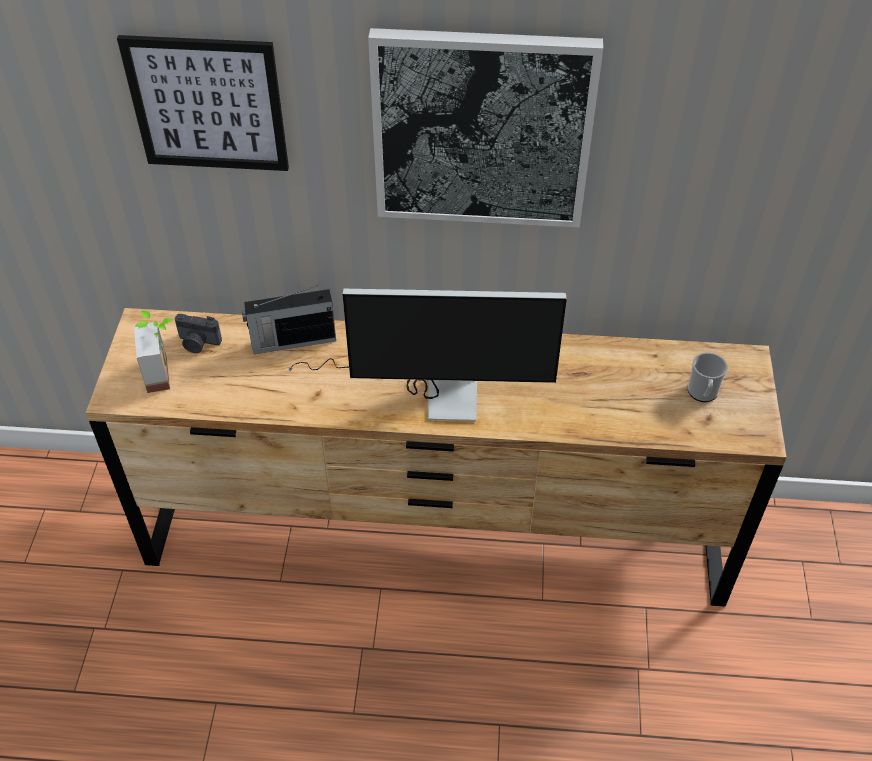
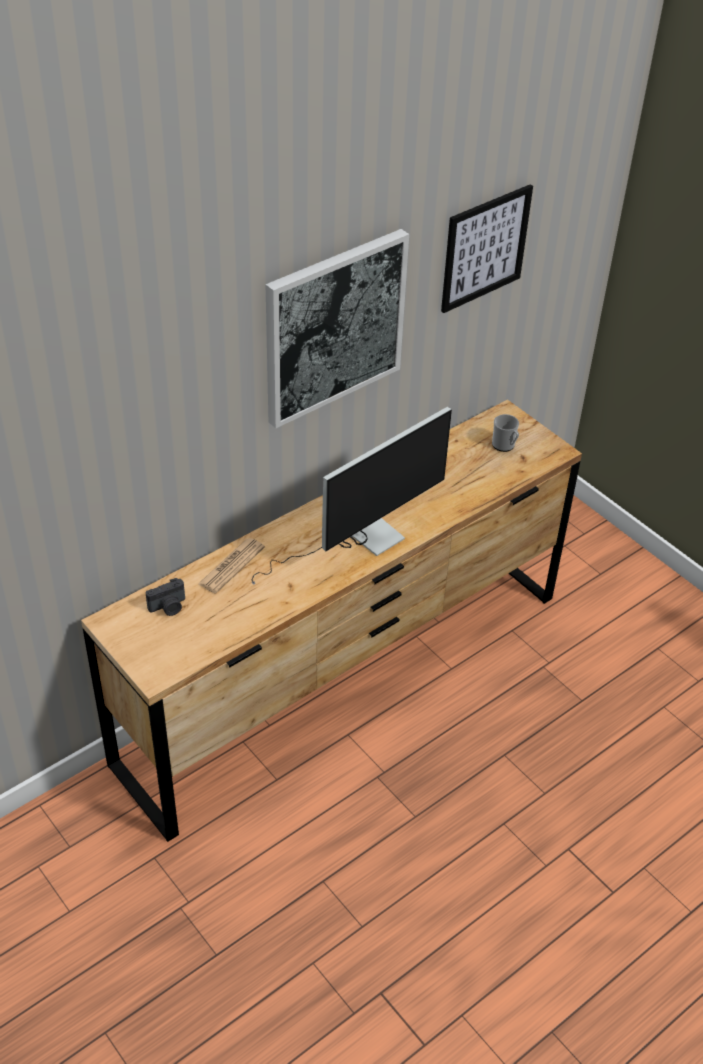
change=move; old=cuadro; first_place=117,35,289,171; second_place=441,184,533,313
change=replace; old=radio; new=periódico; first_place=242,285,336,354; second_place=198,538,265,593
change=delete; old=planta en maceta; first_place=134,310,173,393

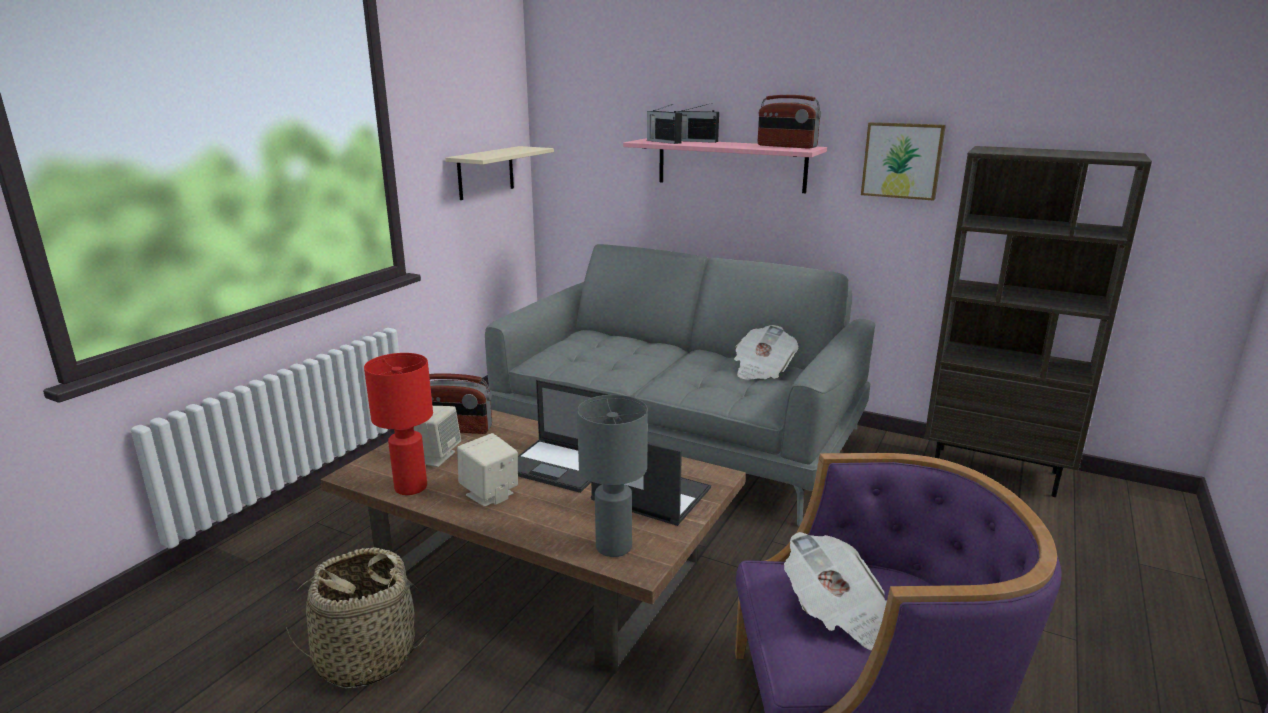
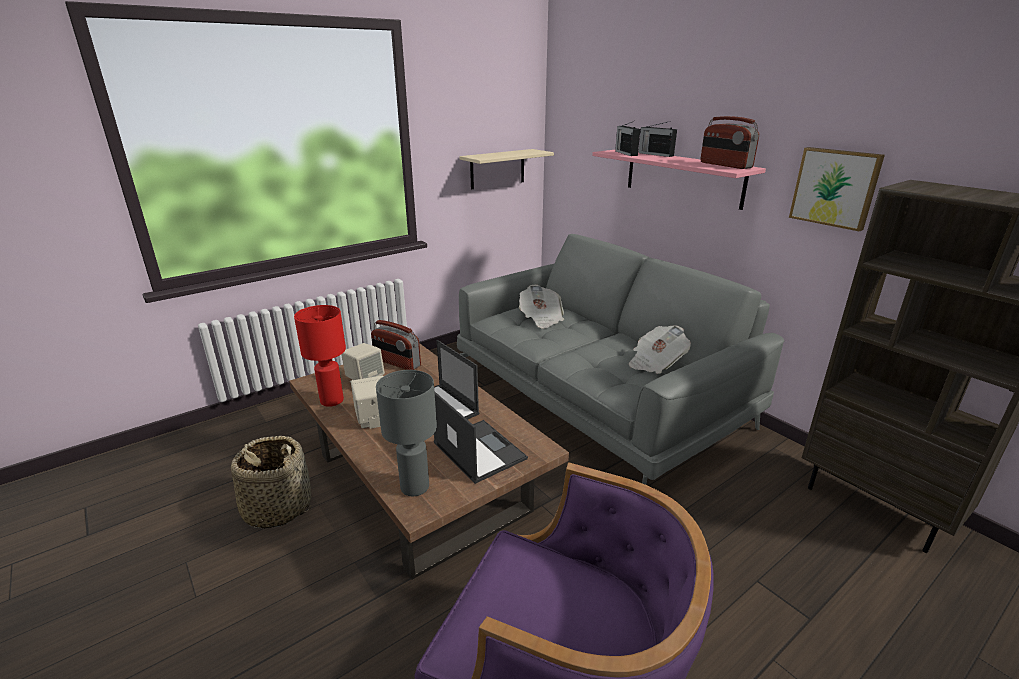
change=move; old=periódico; first_place=784,532,887,651; second_place=519,285,564,329

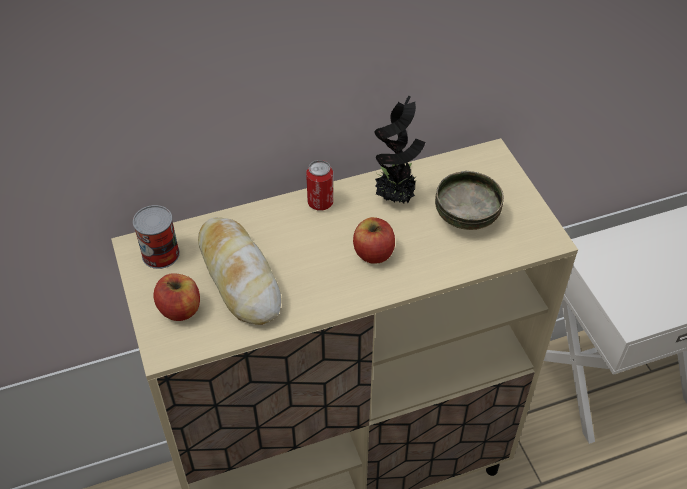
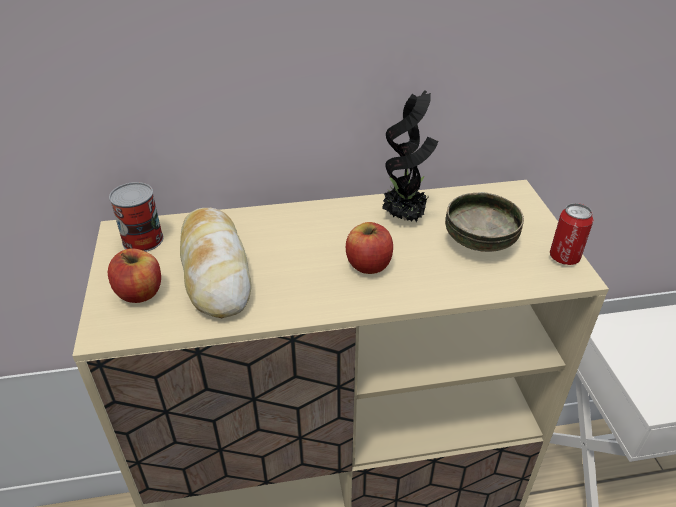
change=move; old=lata; first_place=306,160,333,210; second_place=550,203,593,265

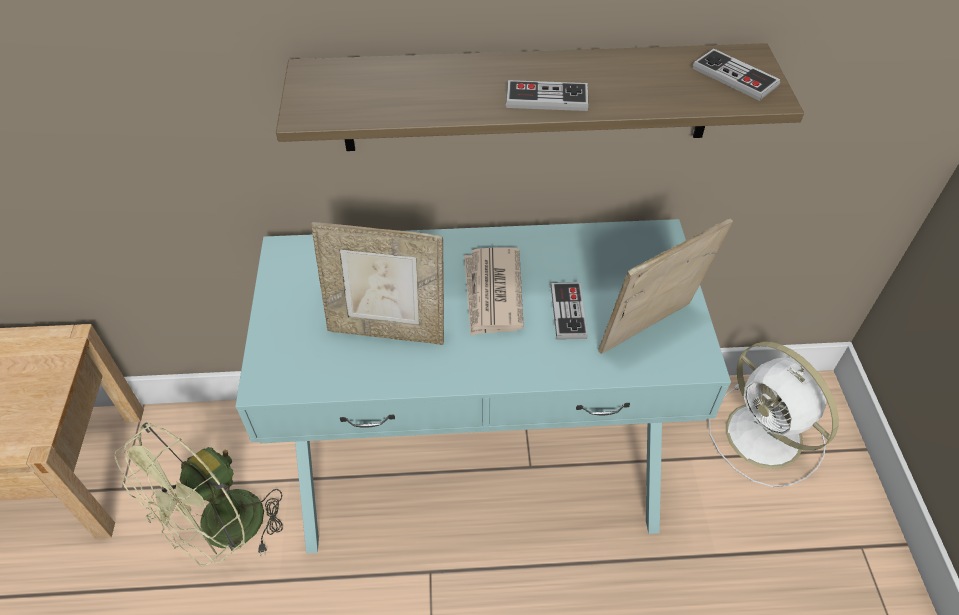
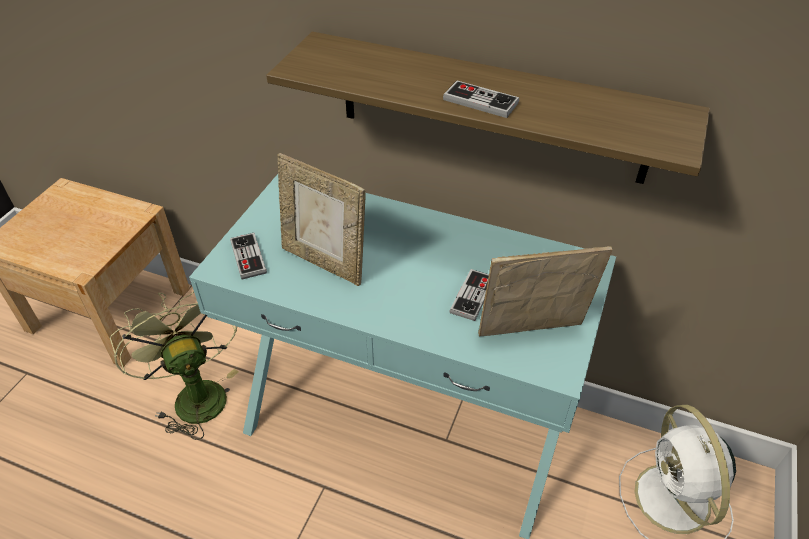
change=move; old=mando de consola; first_place=693,48,780,101; second_place=230,233,267,279
change=delete; old=periódico; first_place=464,248,524,336
change=rotate; old=ventilador/verde; first_place=114,423,283,566; second_place=110,291,238,440; degrees=90

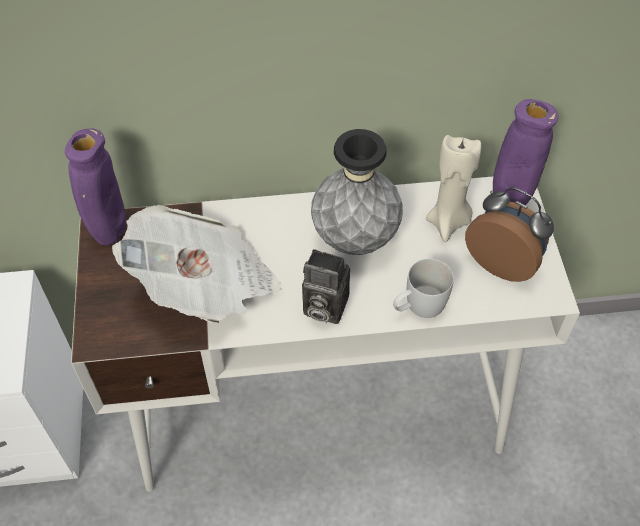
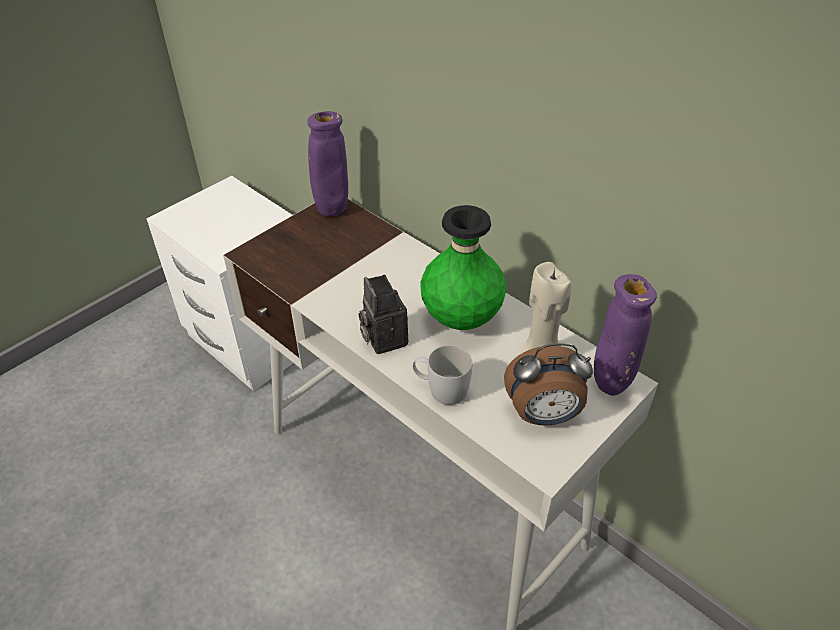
change=recolor; old=florero/gris; new=florero/verde; first_place=311,129,403,255; second_place=420,205,506,330
change=rotate; old=despertador; first_place=465,188,554,282; second_place=504,343,593,425; degrees=90
change=delete; old=periódico; first_place=112,205,282,323

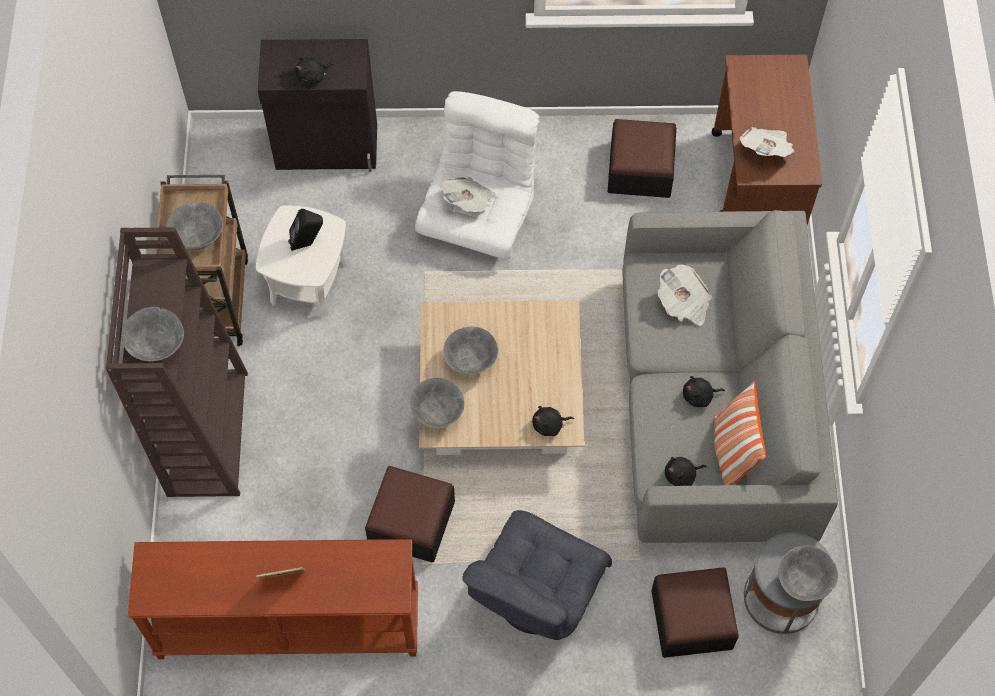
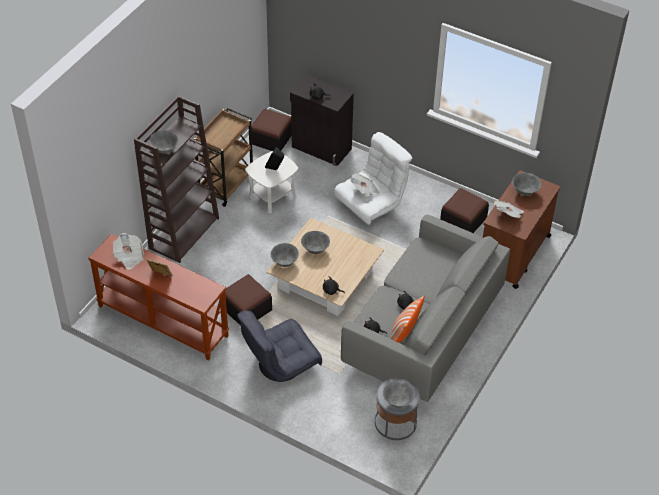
change=move; old=cuenco/gris; first_place=166,202,223,250; second_place=512,173,541,196
change=move; old=periódico; first_place=657,265,712,326; second_place=113,233,144,270
change=move; old=puf; first_place=651,567,739,658; second_place=251,109,292,151

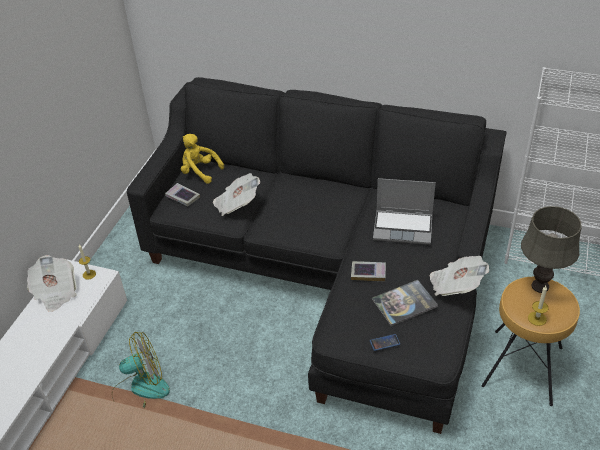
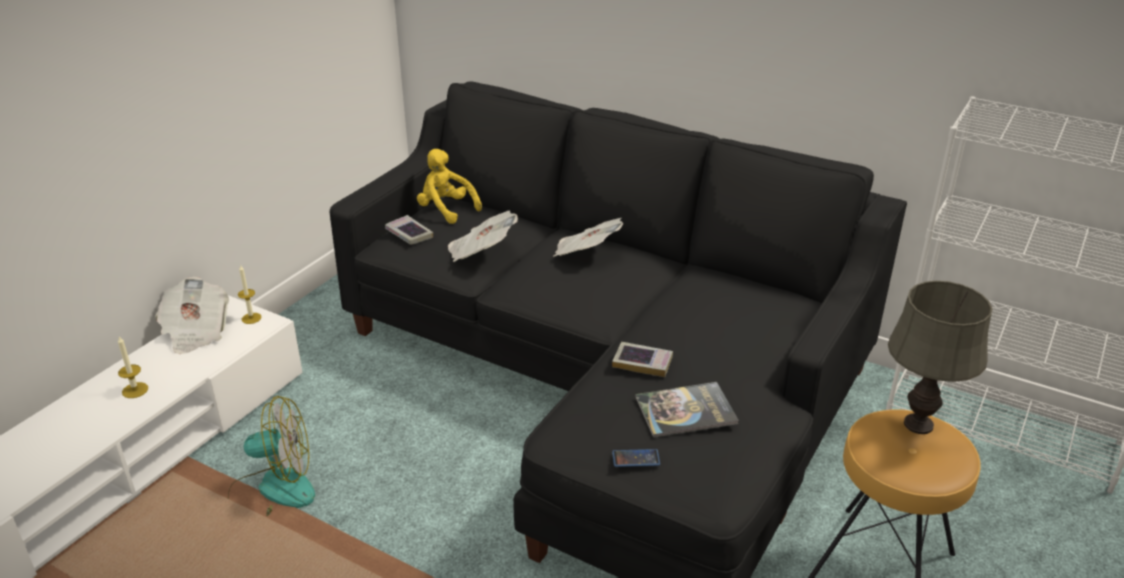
change=delete; old=portátil; first_place=373,178,436,245
change=move; old=periódico; first_place=429,256,489,296; second_place=553,218,623,257
change=move; old=vela; first_place=528,286,548,326; second_place=118,337,148,398

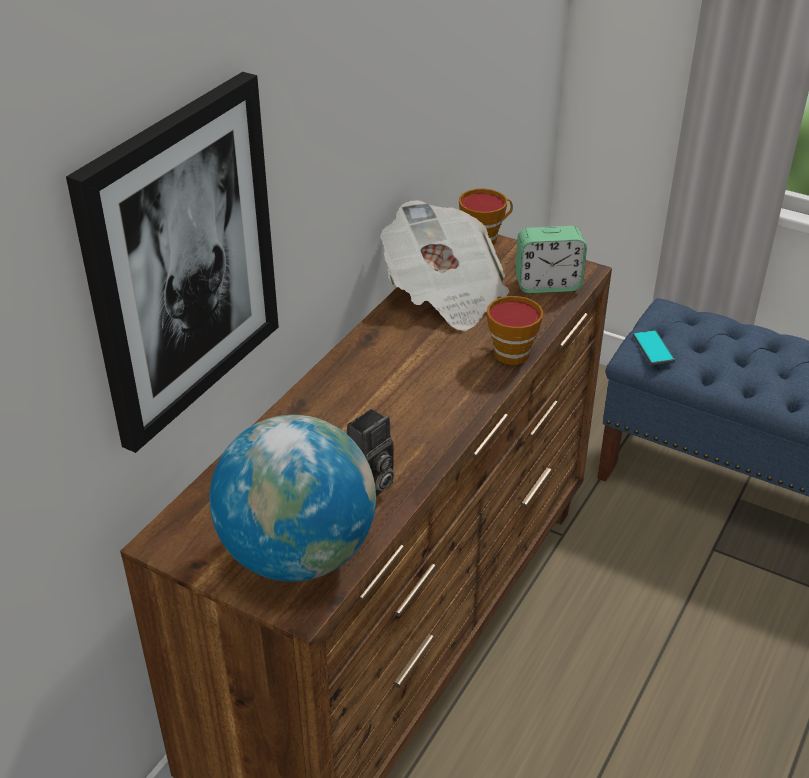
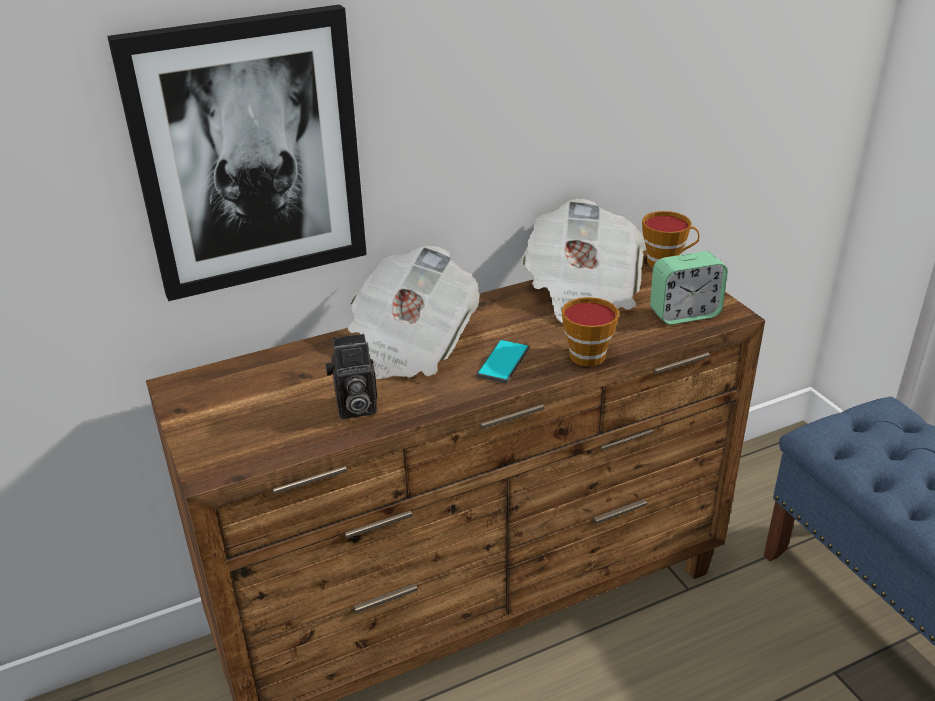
change=rotate; old=despertador; first_place=515,226,587,293; second_place=650,251,728,325; degrees=-45
change=move; old=móvil; first_place=633,330,675,365; second_place=477,340,529,383
change=delete; old=globo terráqueo; first_place=210,415,376,582
change=insert; new=periódico; second_place=348,246,480,379

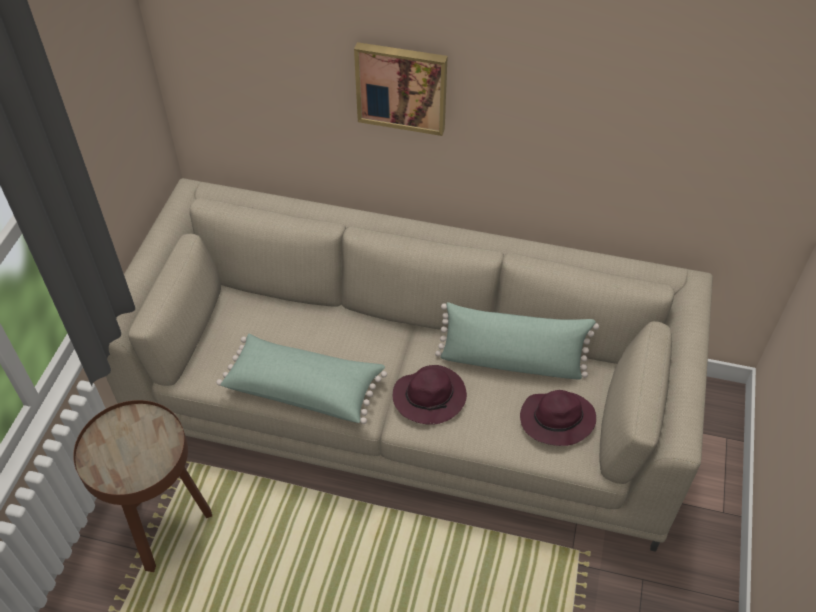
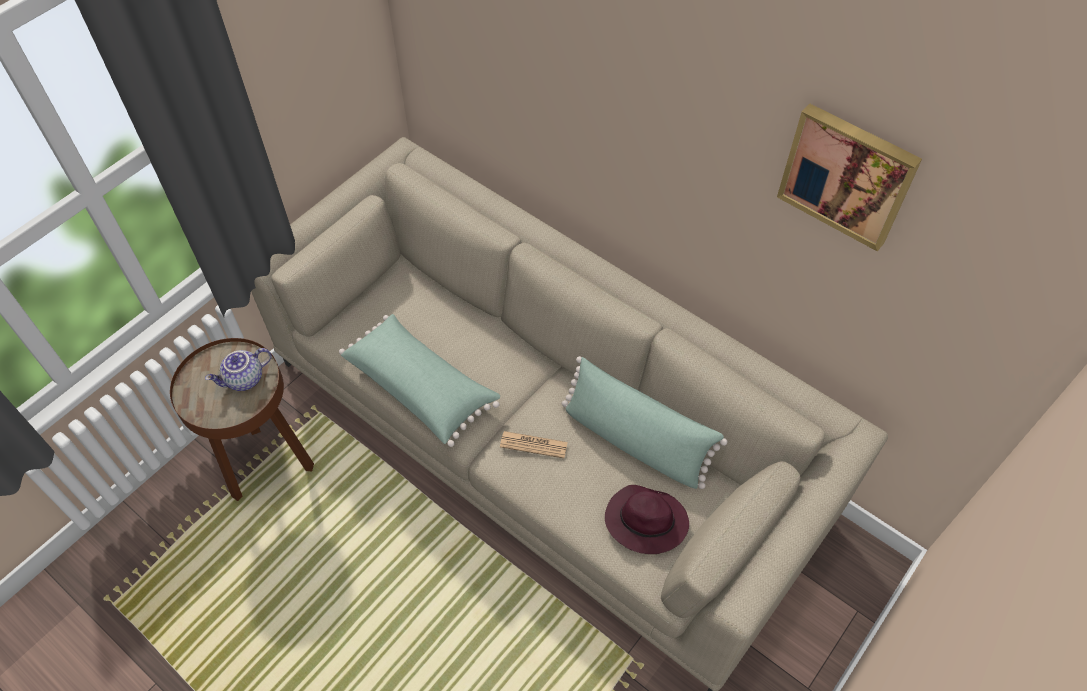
change=move; old=cuadro; first_place=354,42,448,136; second_place=777,103,922,252
change=replace; old=sombrero/morado; new=periódico; first_place=393,365,467,425; second_place=500,431,568,458
change=insert; new=tetera; second_place=205,348,272,391

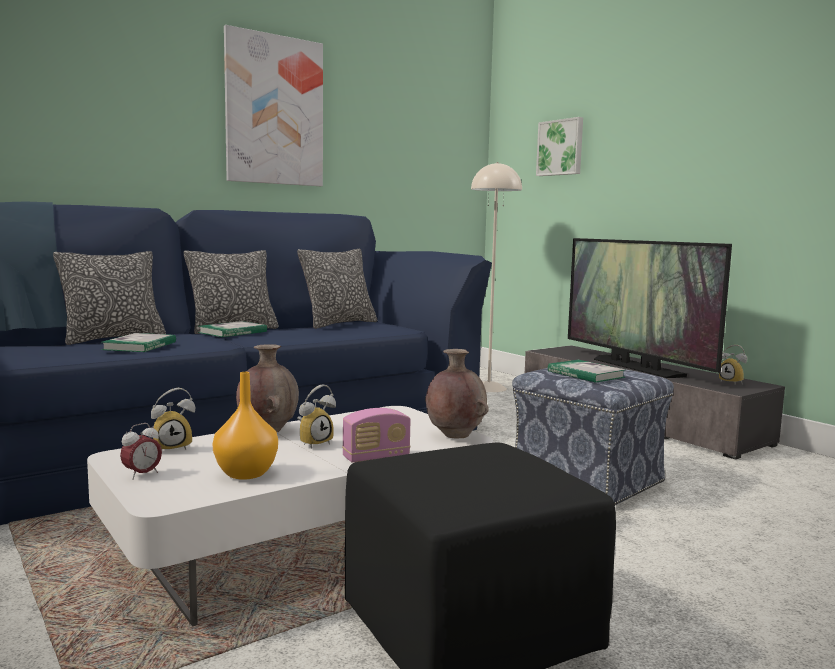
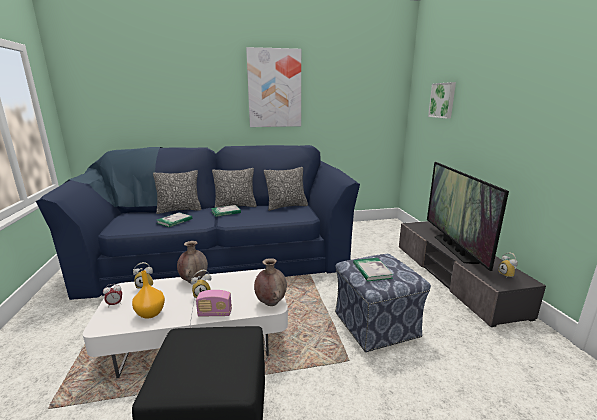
change=delete; old=lámpara de pie/beis; first_place=471,162,522,392

